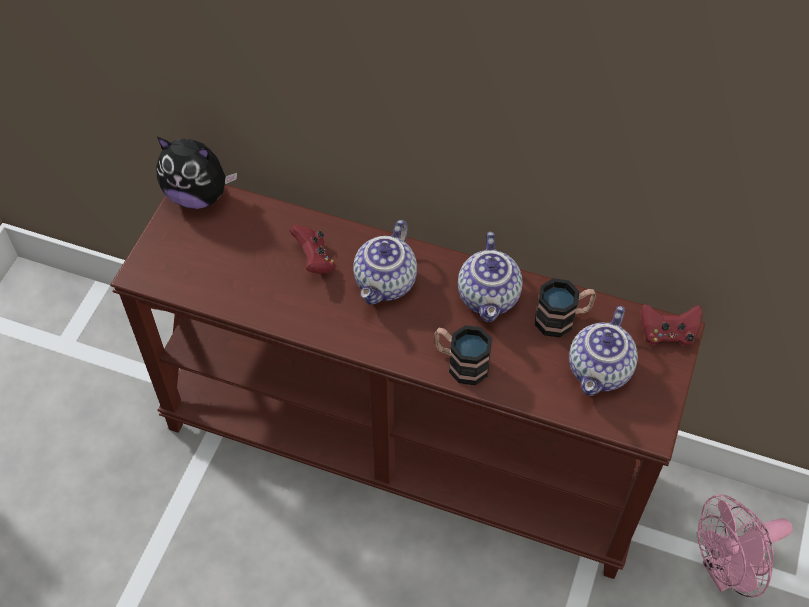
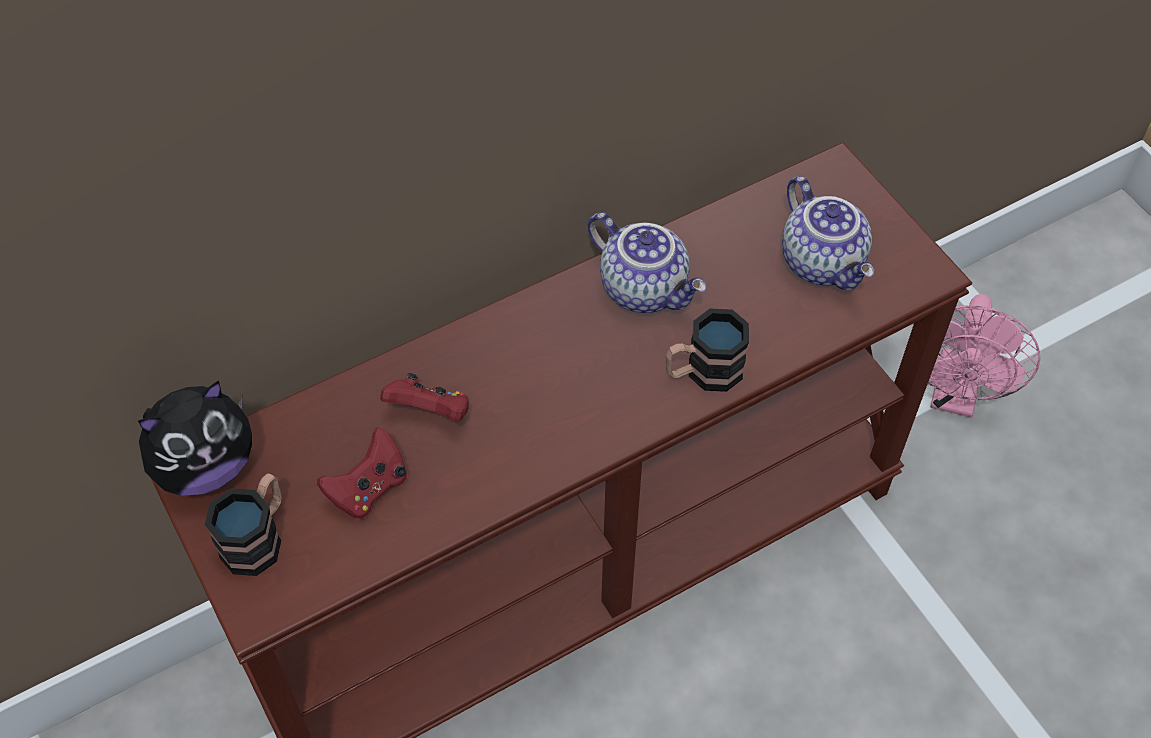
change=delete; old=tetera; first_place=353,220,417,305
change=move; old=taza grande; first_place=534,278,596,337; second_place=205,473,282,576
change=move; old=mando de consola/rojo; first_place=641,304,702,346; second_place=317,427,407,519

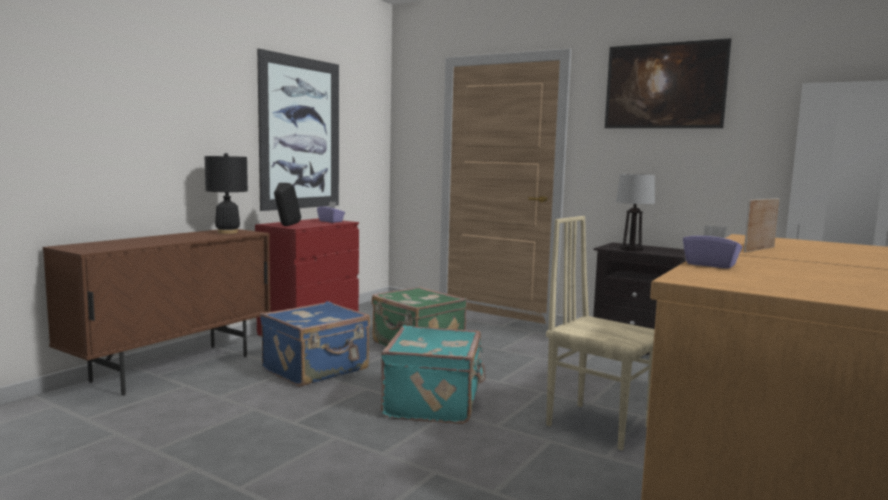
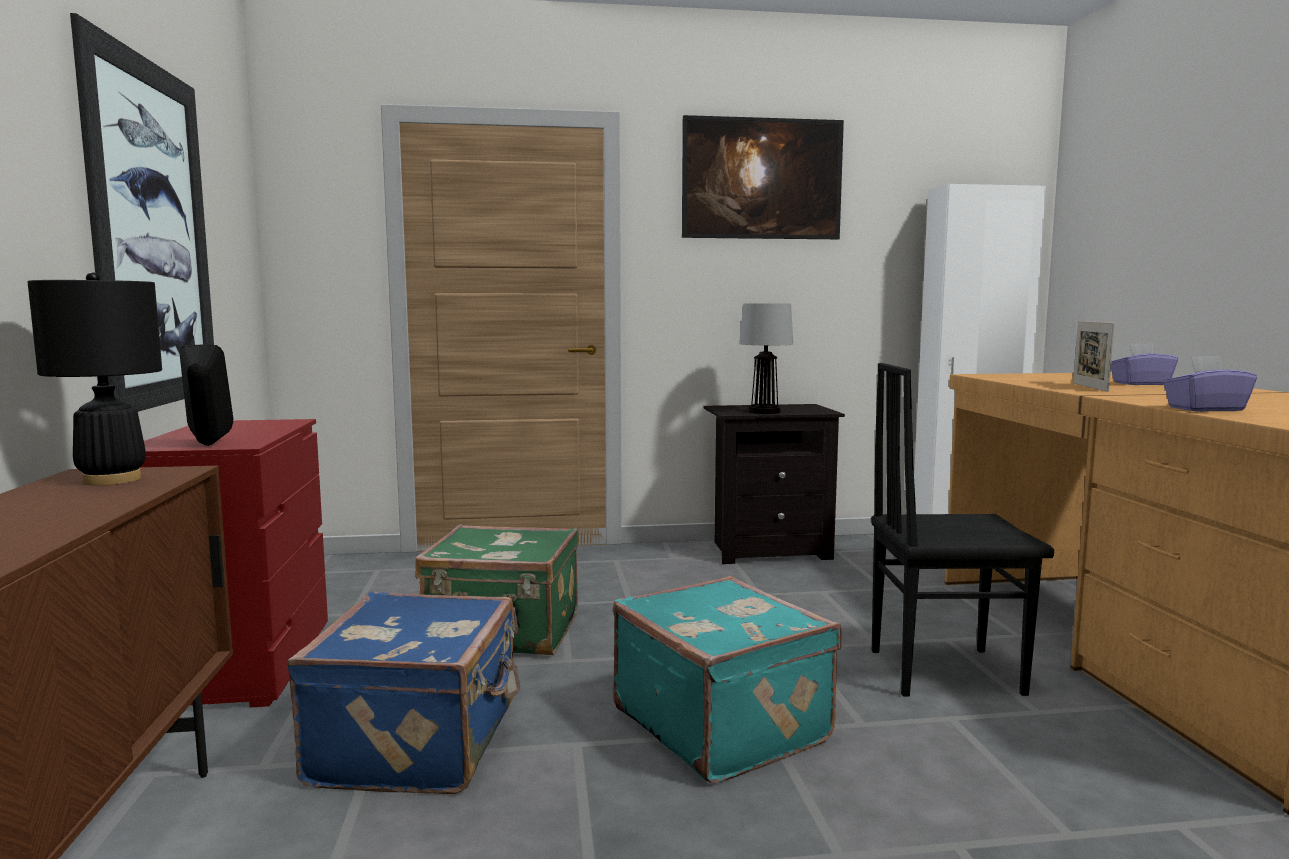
change=move; old=caja de pañuelos/morado; first_place=317,202,345,223; second_place=1111,343,1178,385
change=recolor; old=silla/beis; new=silla/negro; first_place=546,216,655,450; second_place=871,363,1054,696

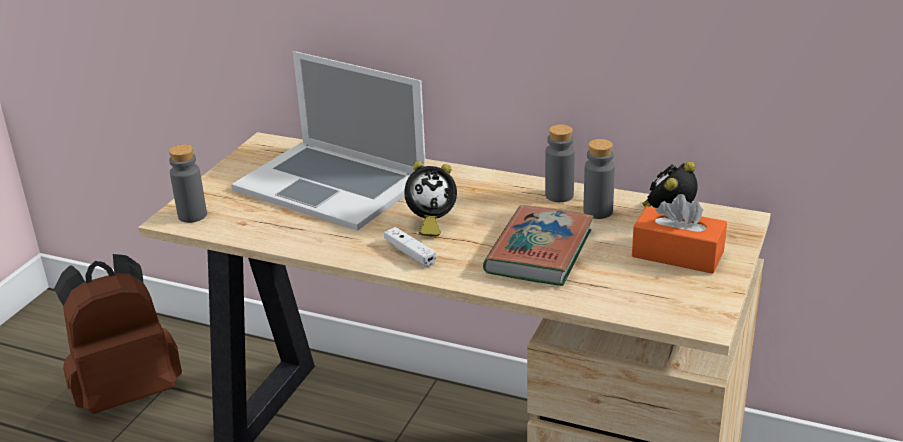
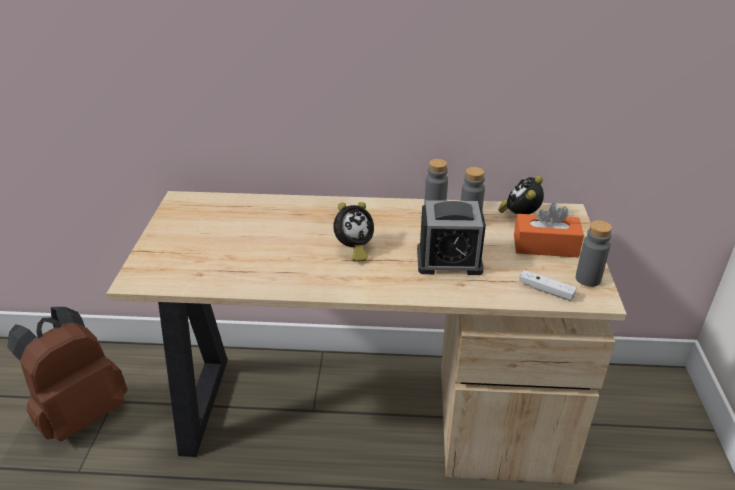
change=delete; old=portátil; first_place=231,51,426,231
change=move; old=botella/gris; first_place=169,144,207,223; second_place=576,220,612,287
change=replace; old=libro; new=despertador; first_place=483,205,594,286; second_place=417,200,486,275
change=move; old=mando de consola/blanco; first_place=384,227,436,267; second_place=519,270,577,301

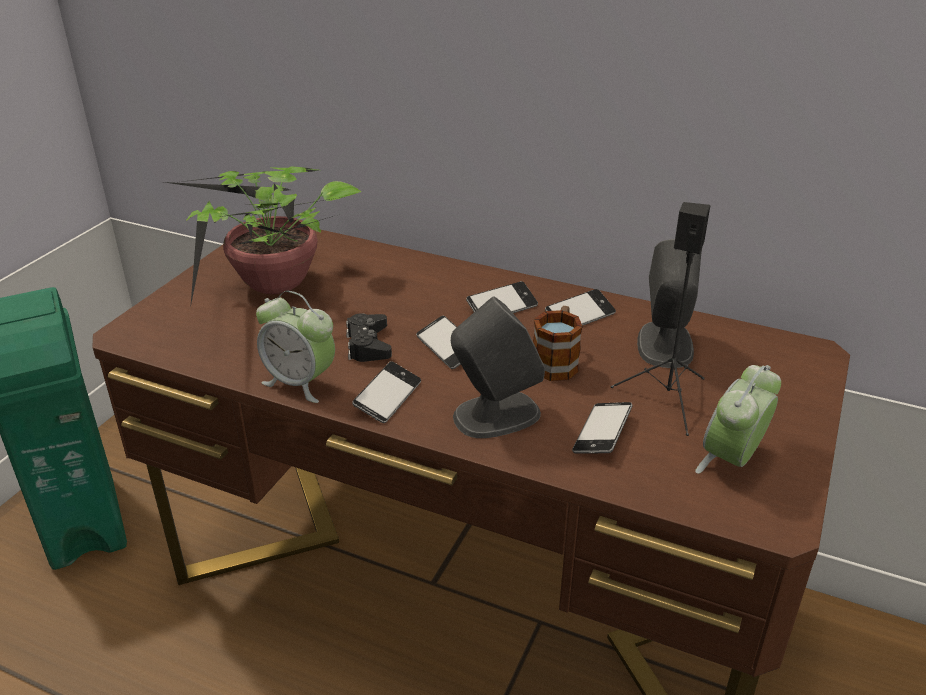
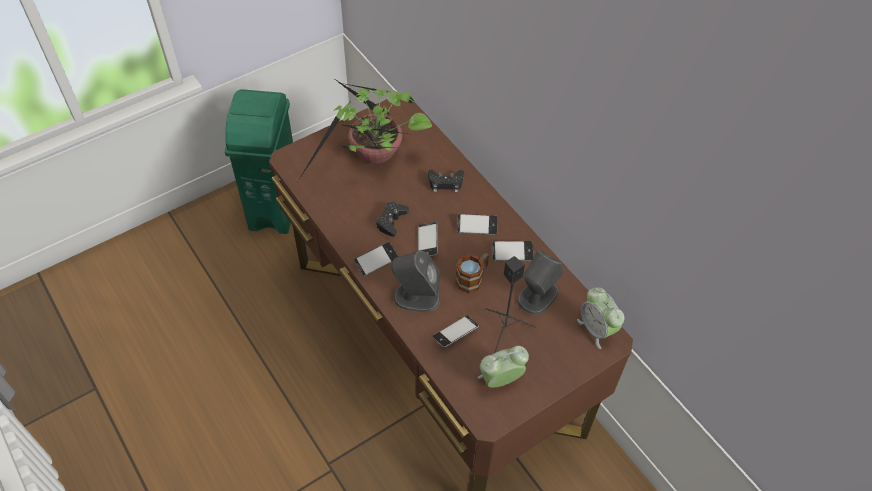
change=move; old=despertador; first_place=256,291,335,403; second_place=577,287,625,349
change=insert; new=mando de consola/negro; second_place=428,169,464,192

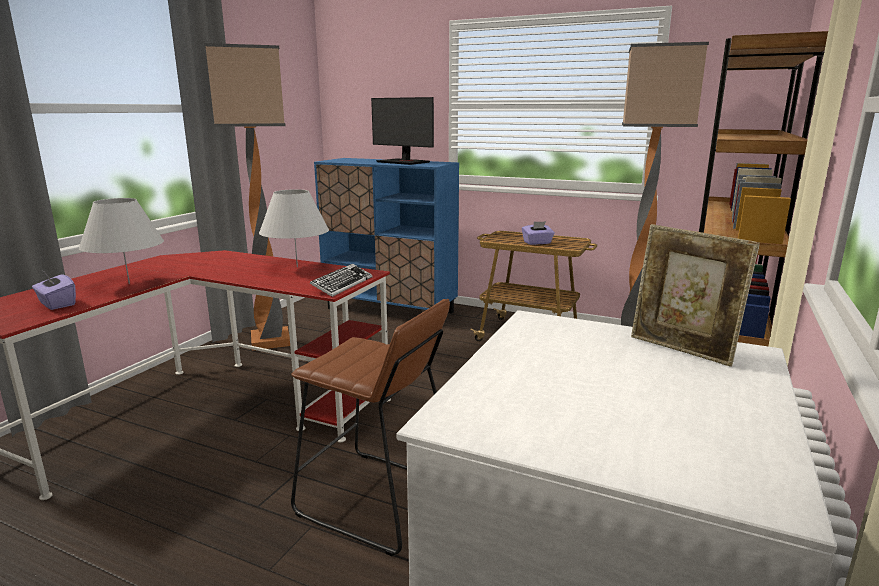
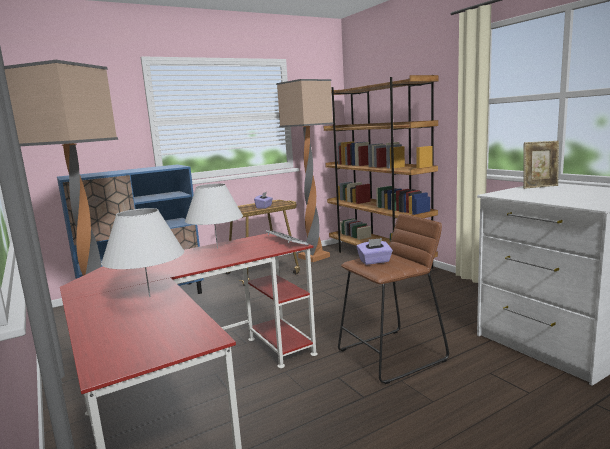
change=delete; old=monitor; first_place=371,97,434,165
change=move; old=caja de pañuelos/morado; first_place=32,272,76,310; second_place=357,238,393,265

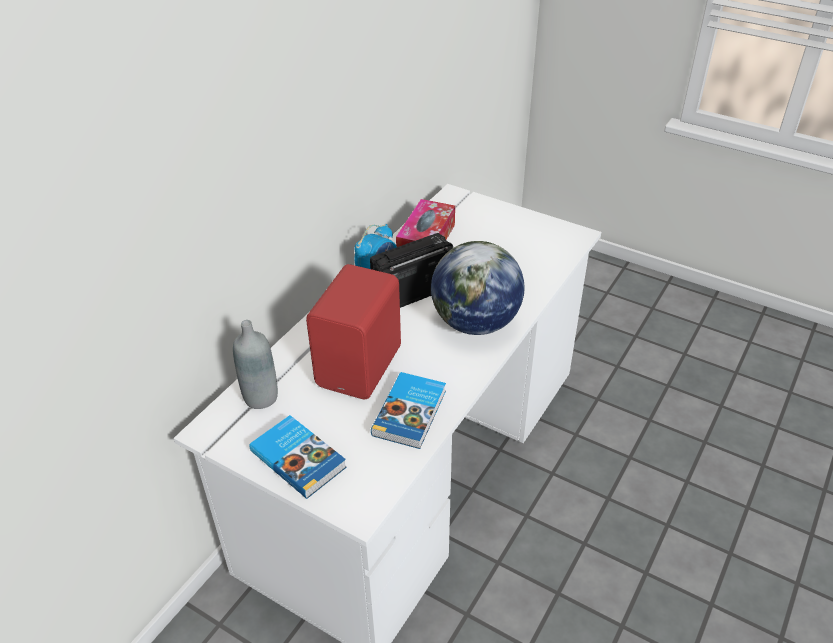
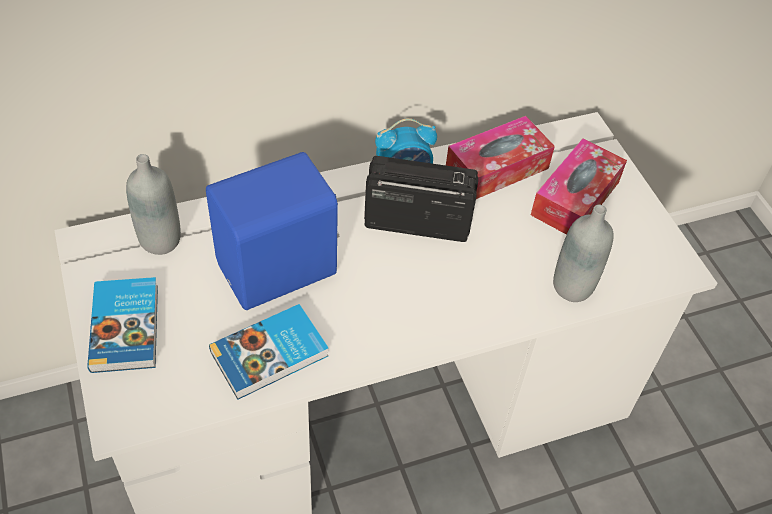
change=delete; old=globo terráqueo; first_place=431,241,524,335
change=recolor; old=altavoz/rojo; new=altavoz/azul; first_place=306,264,401,399; second_place=206,152,340,310
change=insert; new=caja de pañuelos; second_place=531,138,627,235
change=insert; new=botella/gris; second_place=553,205,614,302

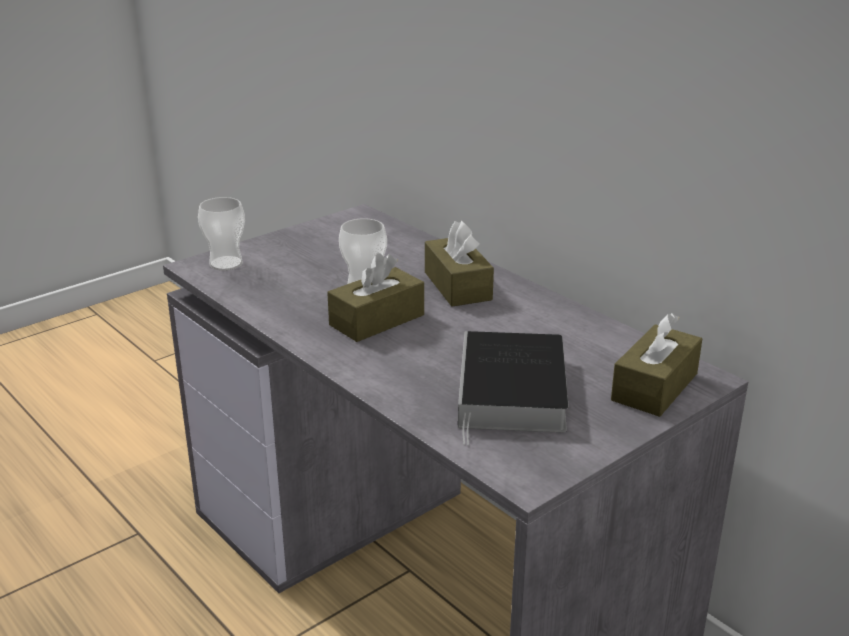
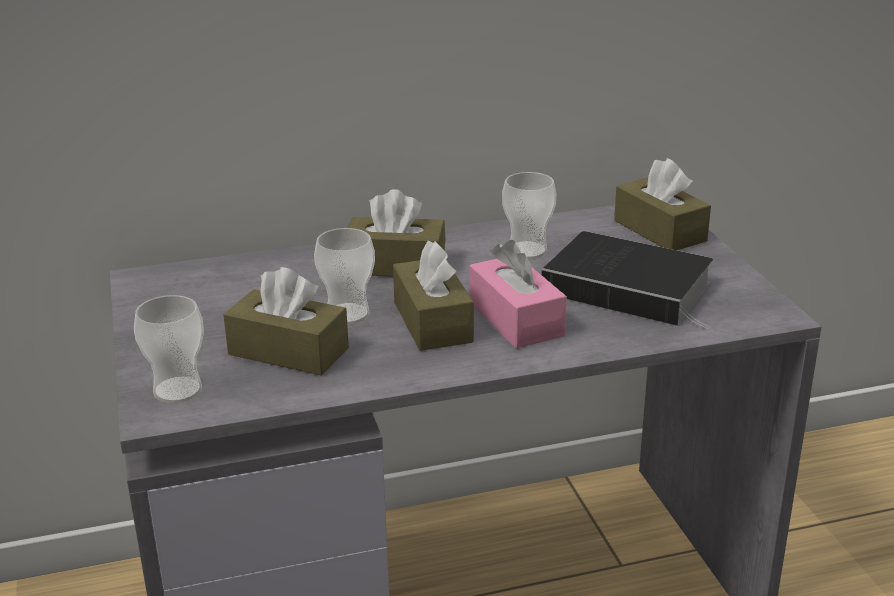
change=insert; new=taza; second_place=502,172,556,259
change=insert; new=caja de pañuelos/rosa; second_place=470,240,567,348
change=insert; new=caja de pañuelos/marrón; second_place=223,267,349,376

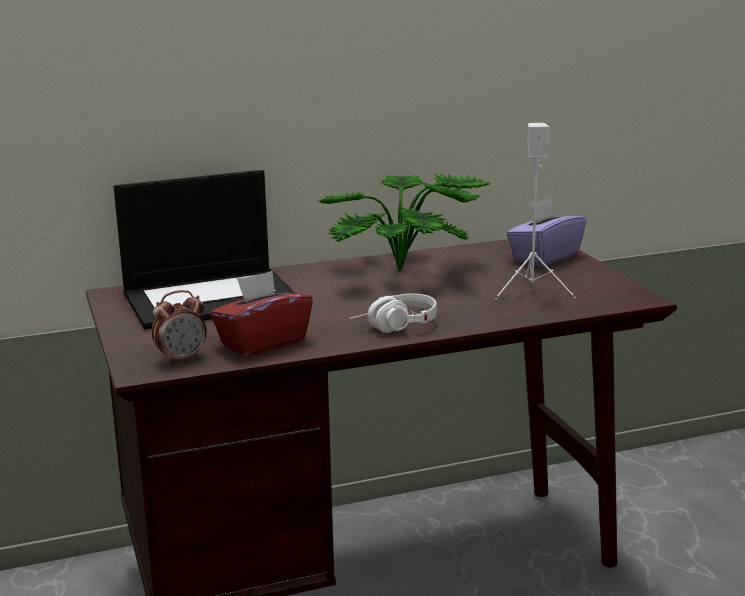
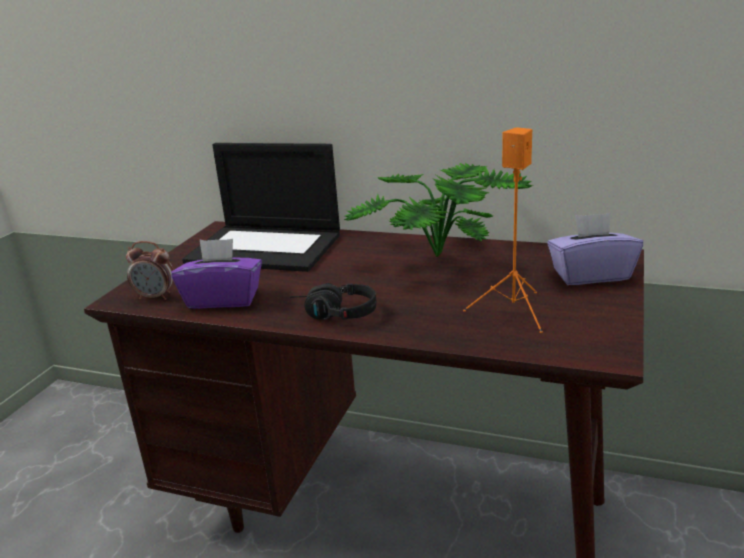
change=recolor; old=altavoz/blanco; new=altavoz/naranja; first_place=495,123,576,300; second_place=463,127,543,333
change=recolor; old=caja de pañuelos/rojo; new=caja de pañuelos/morado; first_place=210,271,313,357; second_place=171,239,262,309
change=recolor; old=auriculares/blanco; new=auriculares/negro; first_place=349,293,437,333; second_place=290,283,376,320

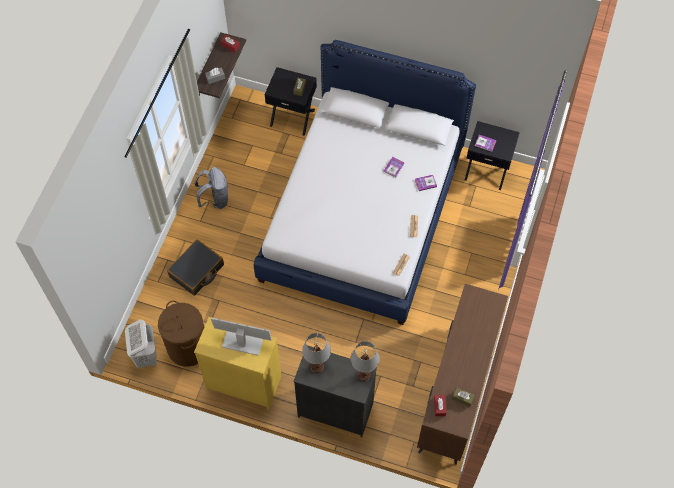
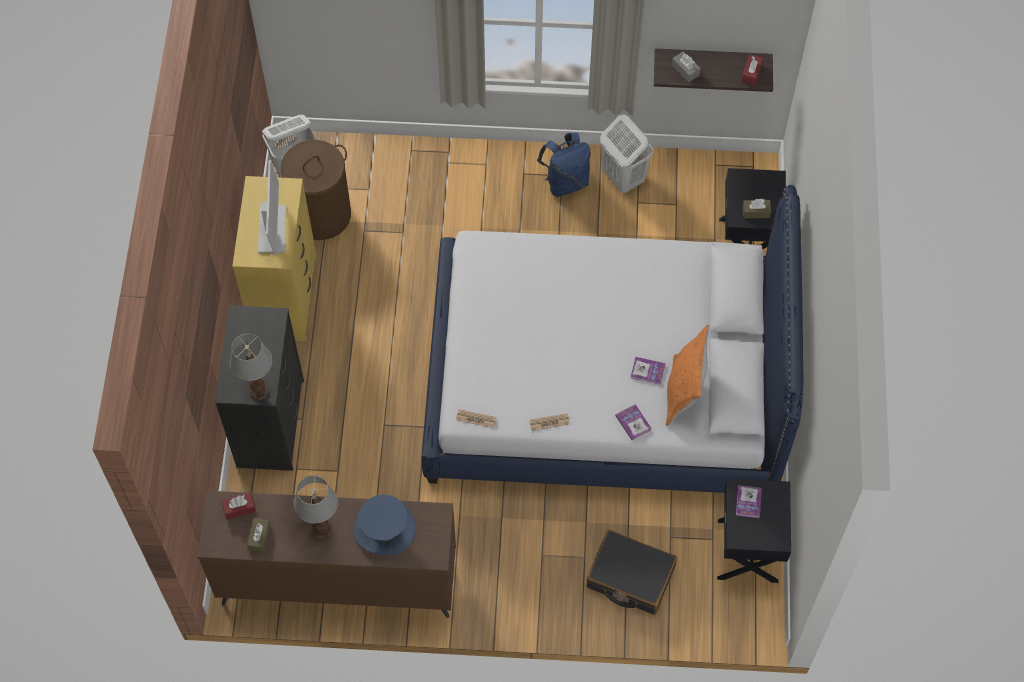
change=recolor; old=mochila/gris; new=mochila/azul; first_place=195,167,229,209; second_place=537,133,590,197
change=move; old=maleta/negro; first_place=167,239,224,296; second_place=586,530,677,615
change=move; old=lámpara de mesa; first_place=302,333,331,373; second_place=294,475,338,538
change=insert; new=cesto de la ropa/blanco; second_place=600,114,653,193
change=insert; new=cojín/naranja; second_place=666,325,709,426
change=insert; new=sombrero/azul; second_place=354,495,416,556

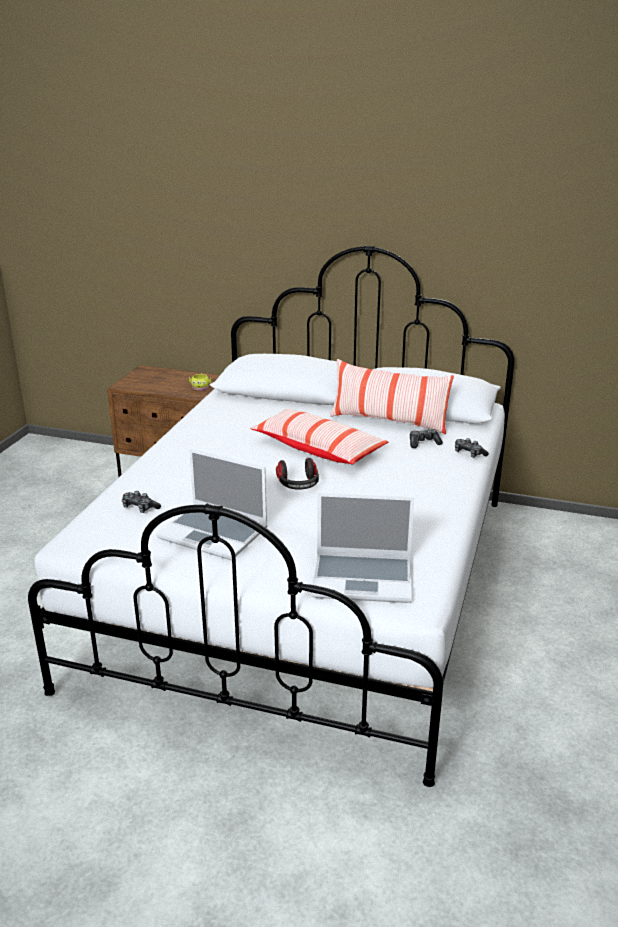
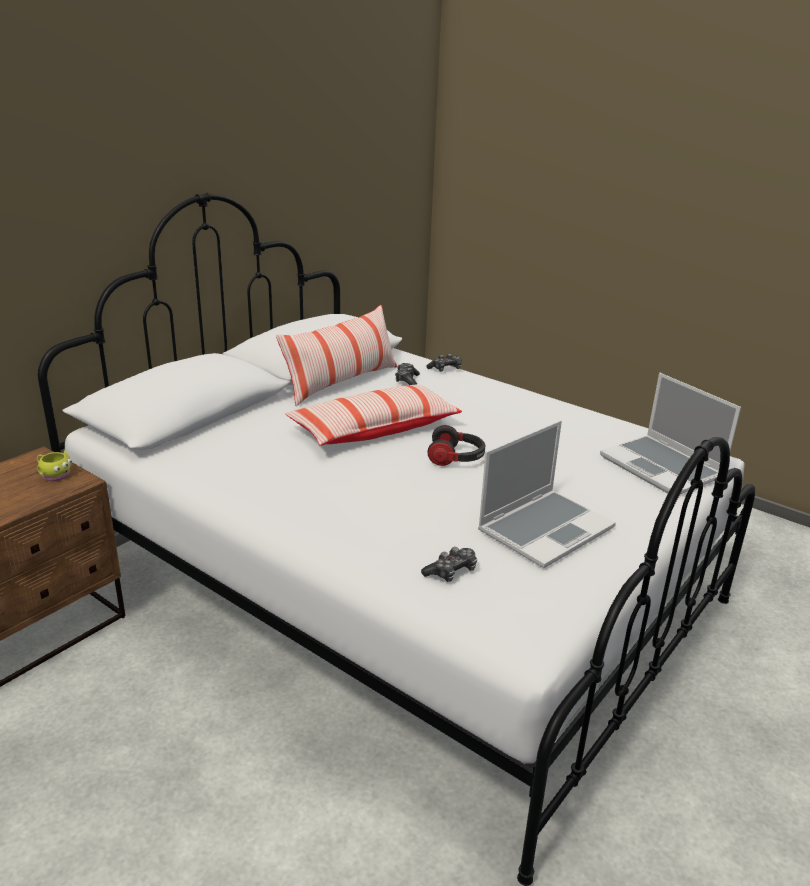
change=rotate; old=portátil; first_place=311,493,414,603; second_place=600,373,741,494; degrees=120

